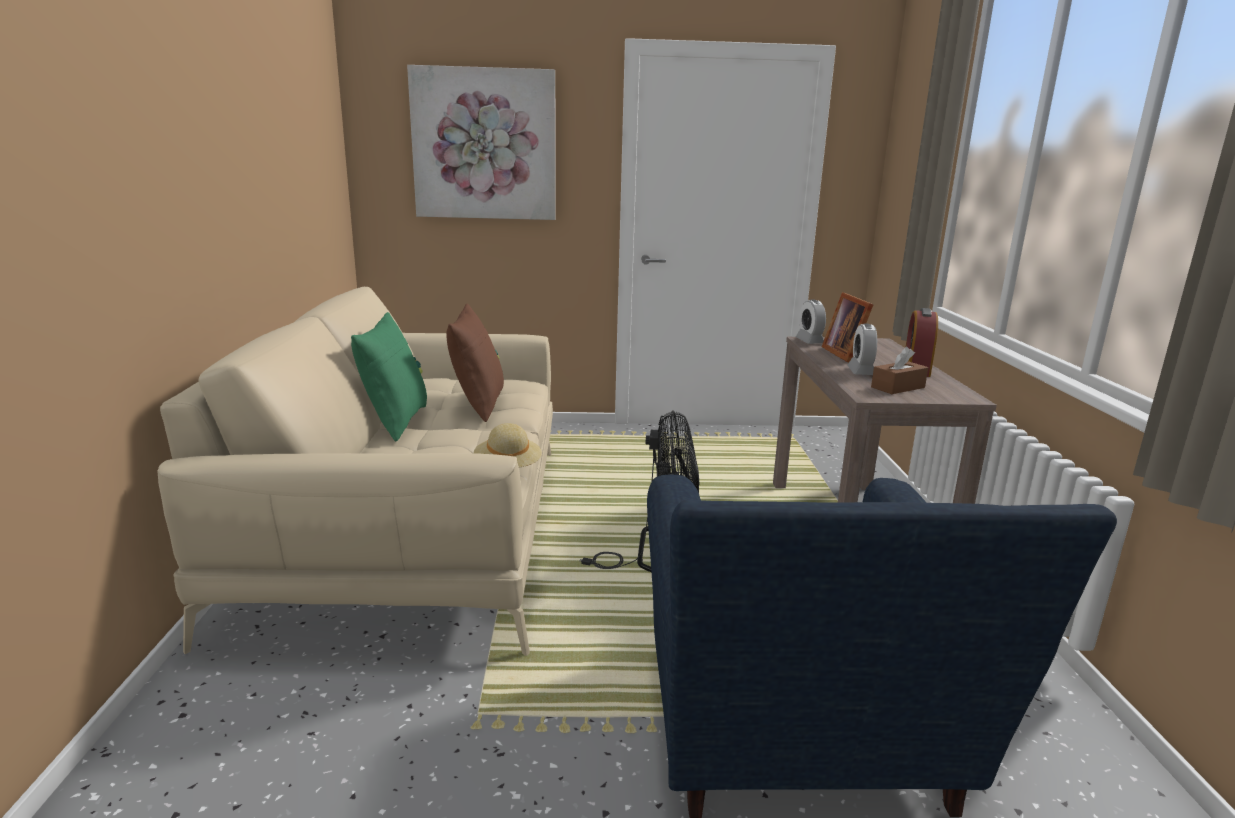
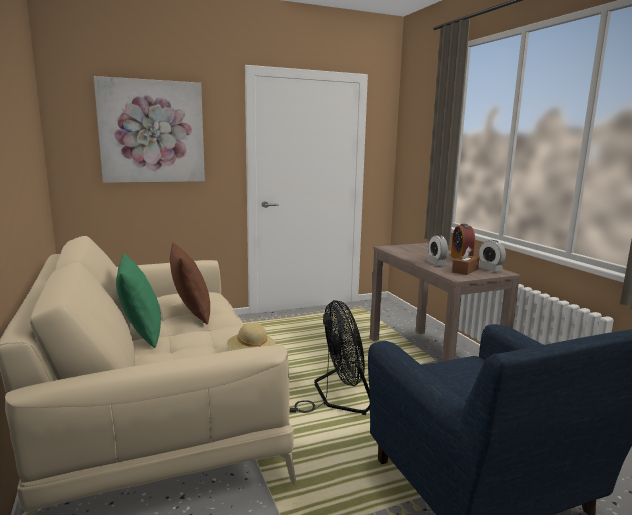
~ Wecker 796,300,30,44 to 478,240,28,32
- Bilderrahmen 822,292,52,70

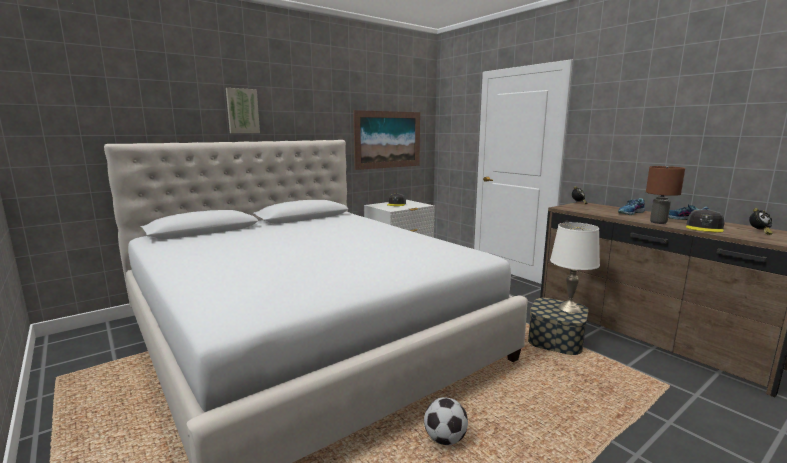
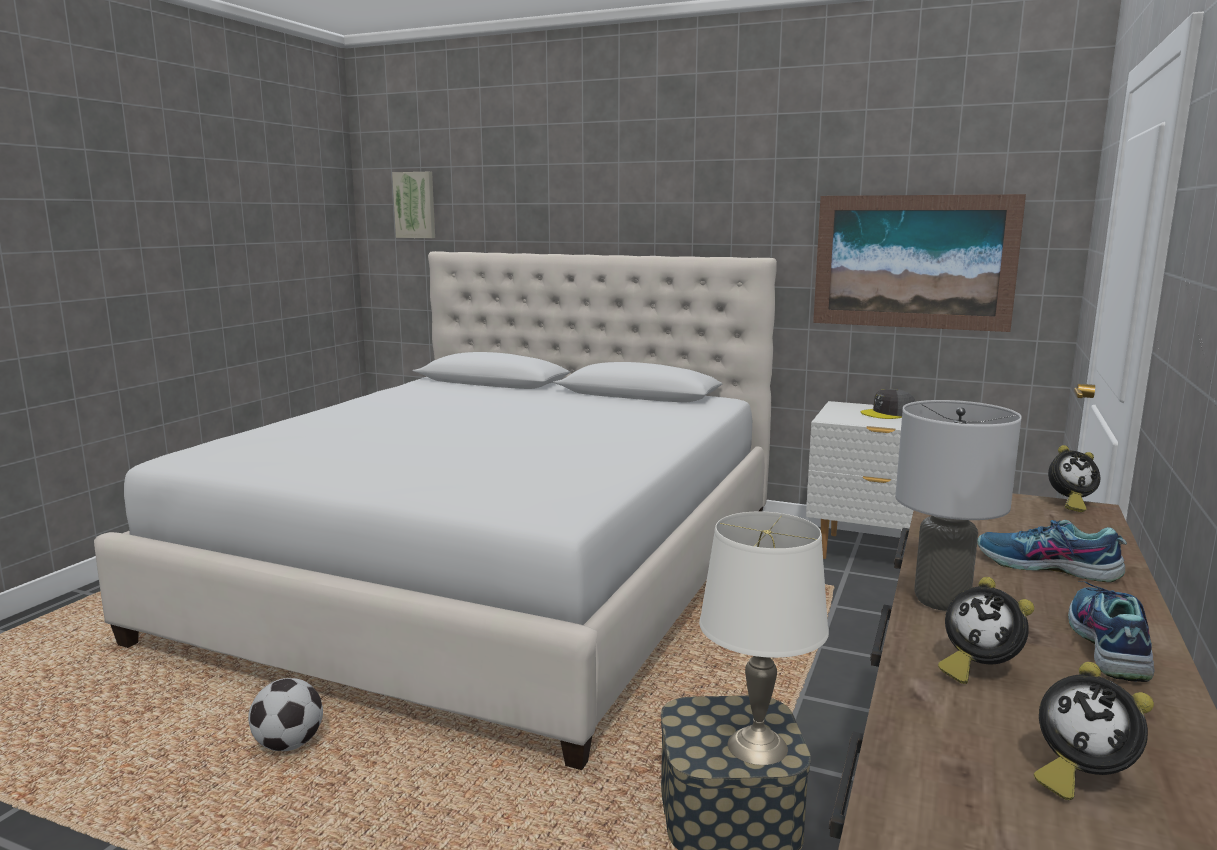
~ Bild 226,88,34,45 to 392,172,43,66
~ Tischlampe [braun] 646,166,39,58 to Tischlampe [weiß] 895,400,127,211
~ Kappe [grau] 686,209,38,24 to Wecker 938,577,96,107

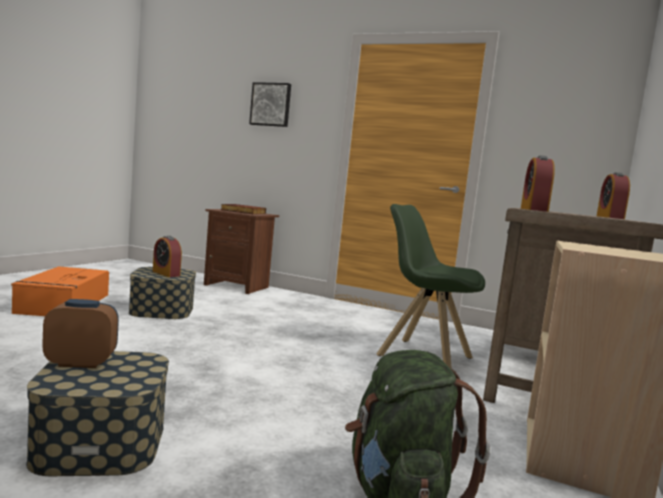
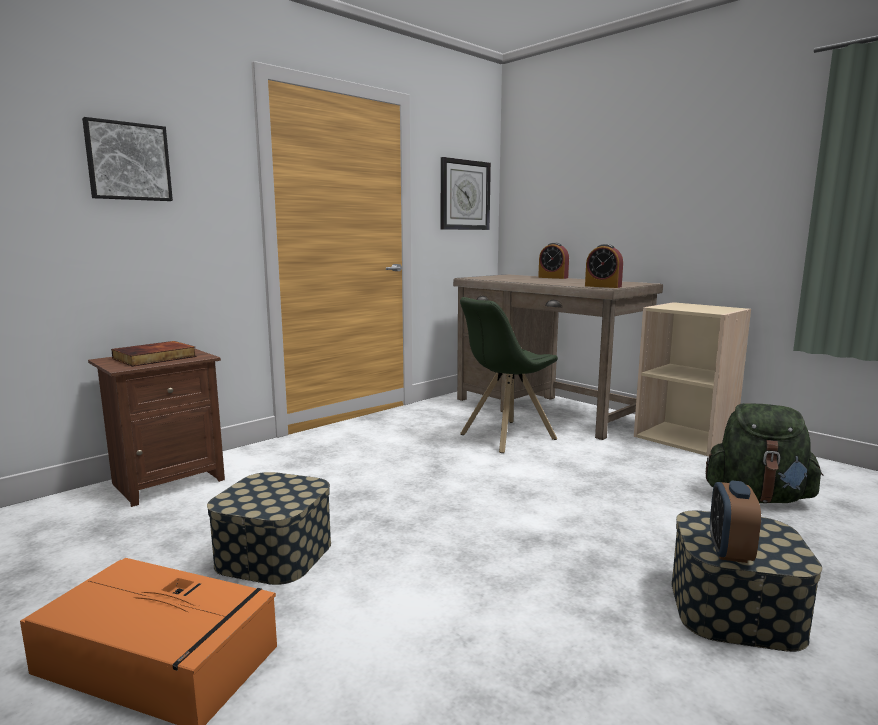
+ Wanduhr 441,157,50,73
- Wecker 153,236,29,41

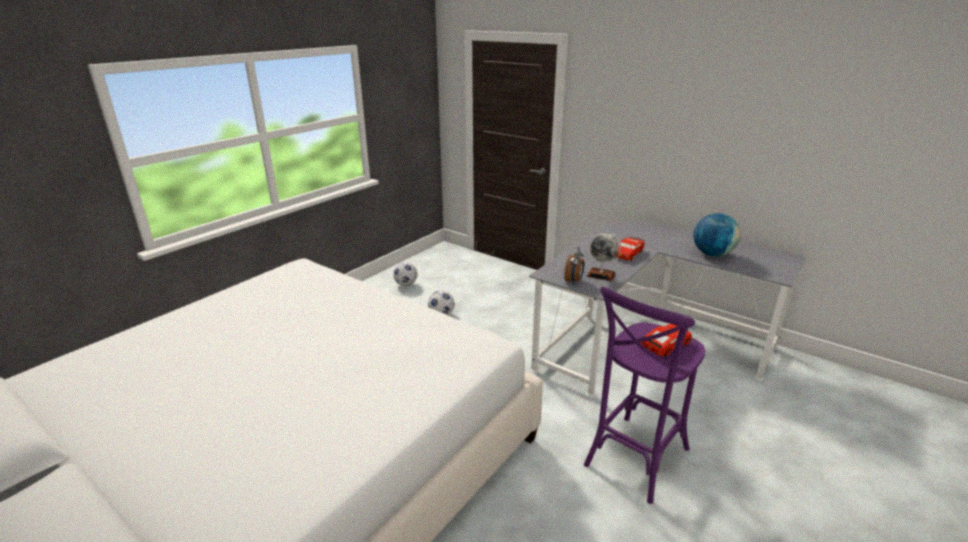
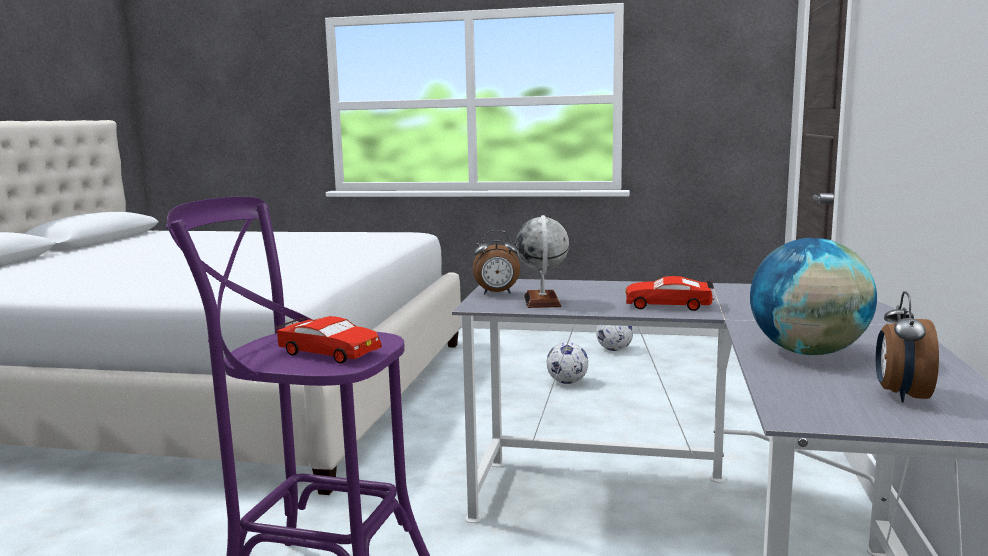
+ Wecker 876,291,63,112

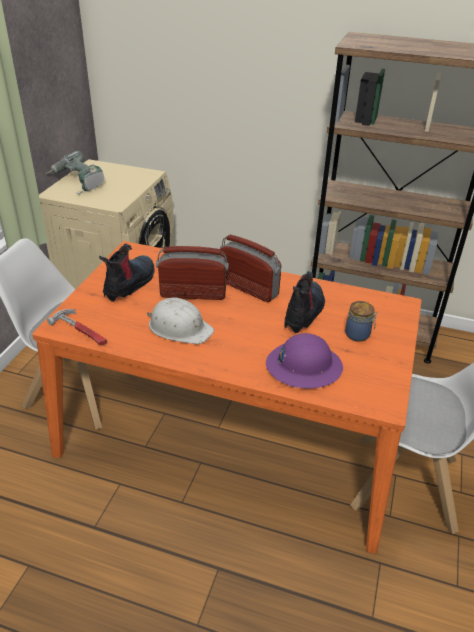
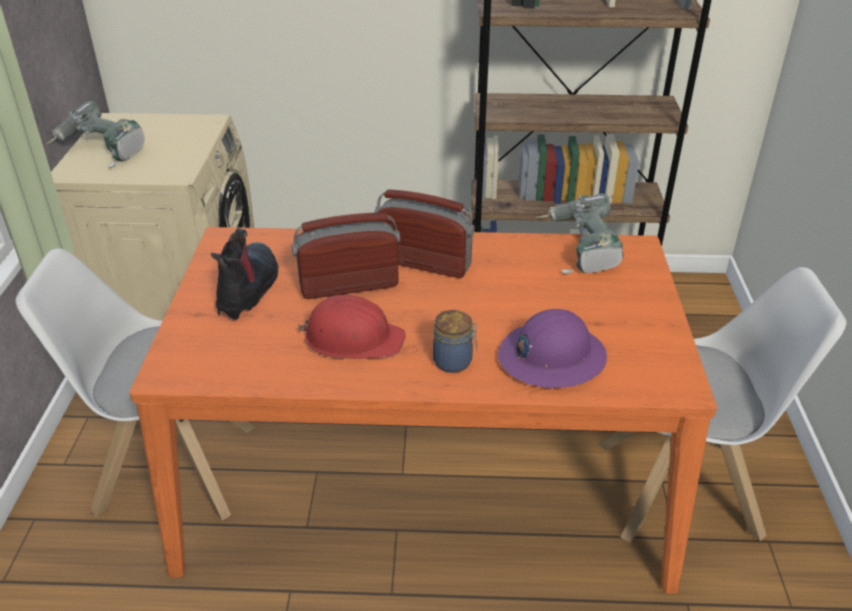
~ Schutzhelm [weiß] 147,297,67,47 to Schutzhelm [rot] 298,295,108,64
~ Vorratsglas 345,301,32,41 to 433,310,44,63
+ Bohrmaschine 536,193,88,81
- Hammer 47,309,60,36
- Stiefel 284,271,41,62

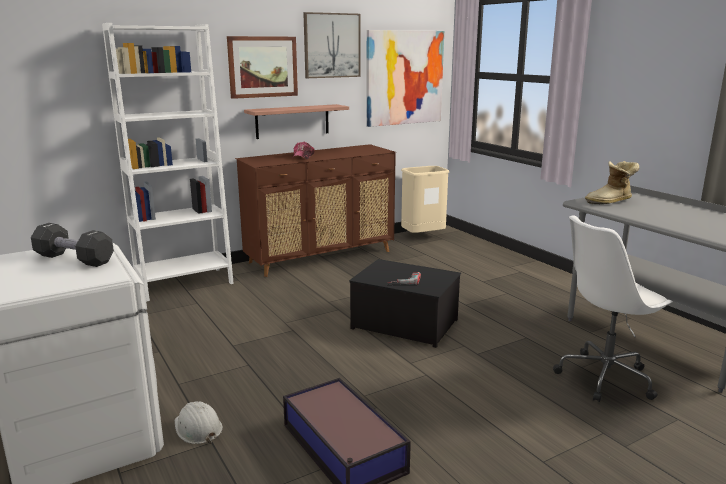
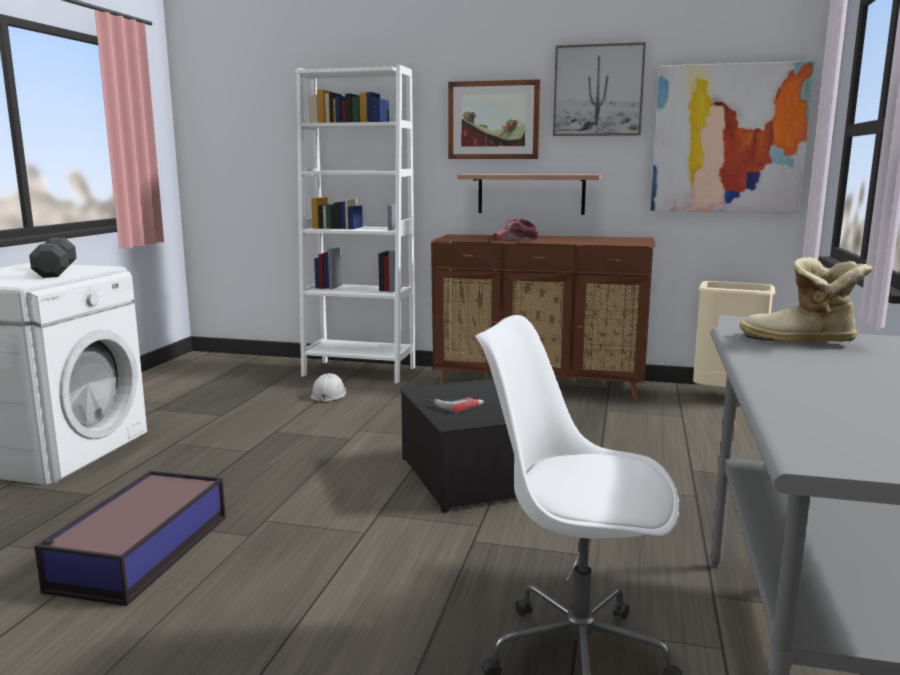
~ Schutzhelm [weiß] 175,401,48,43 to 311,373,35,30

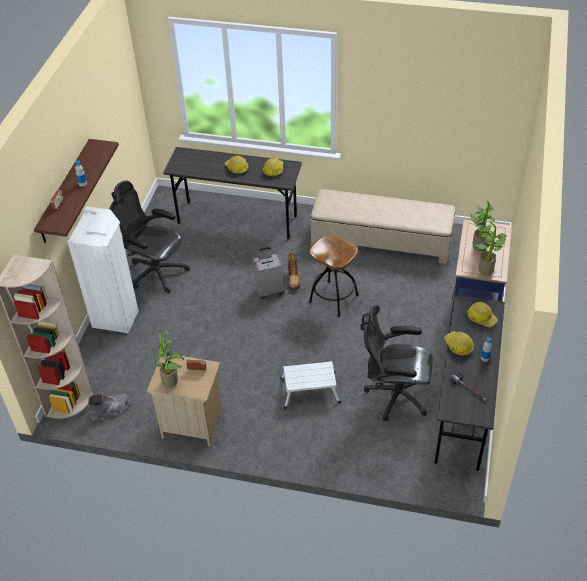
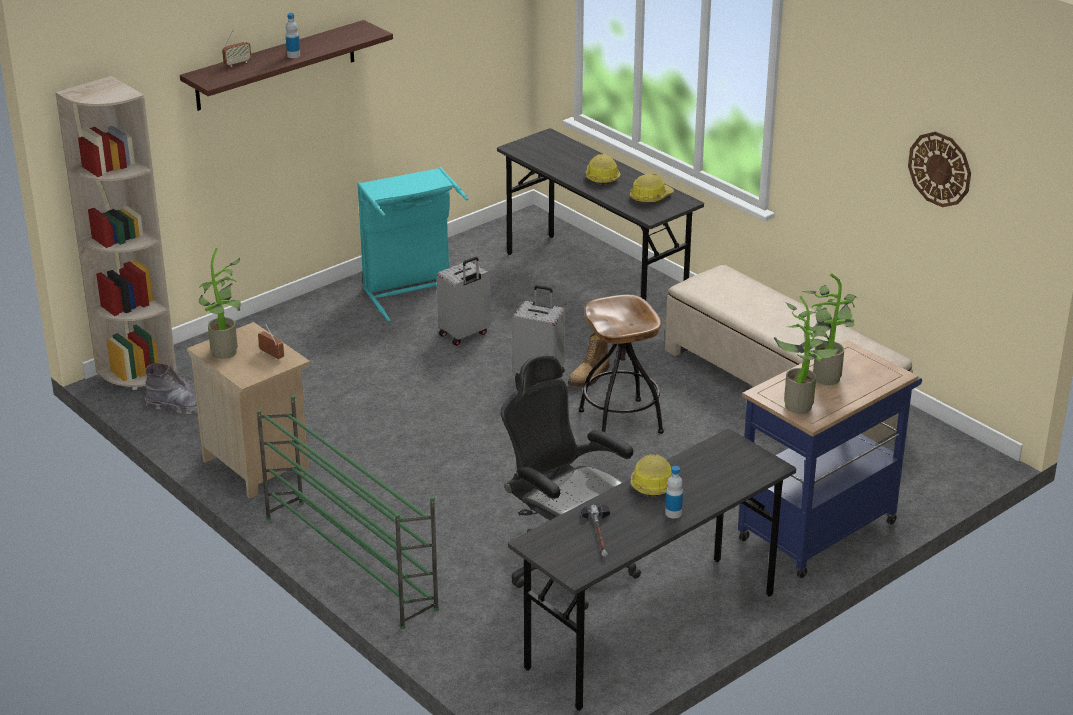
+ Schuhregal [grün] 257,395,182,234
~ Bürostuhl 109,181,81,112 to Wäschekorb [türkis] 357,167,111,154
+ Koffer [grau] 437,257,54,89
+ Wanduhr 908,131,63,76
- Schrank [weiß] 68,206,70,127
- Trittleiter [weiß] 280,361,61,49
- Schutzhelm 467,302,31,25

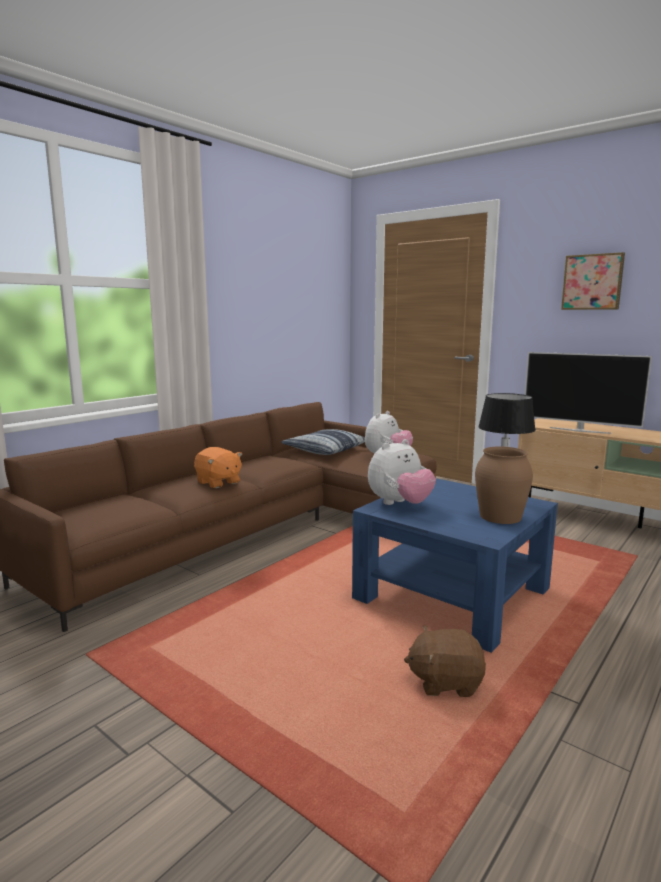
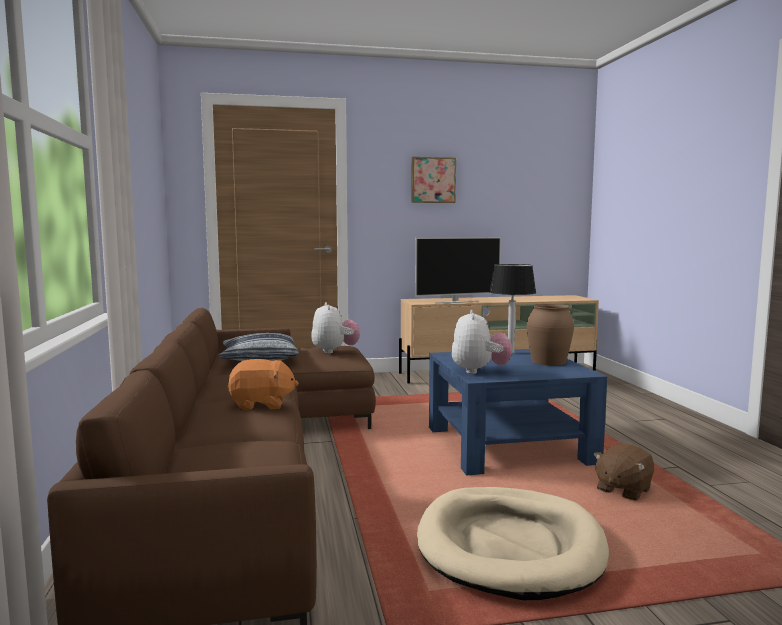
+ Hundebett [beige] 417,487,192,113

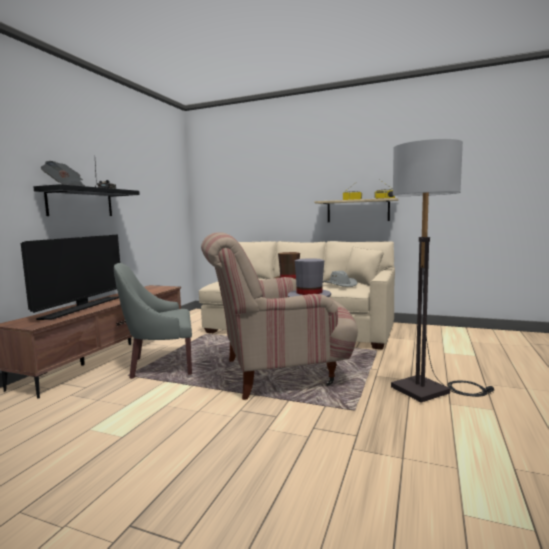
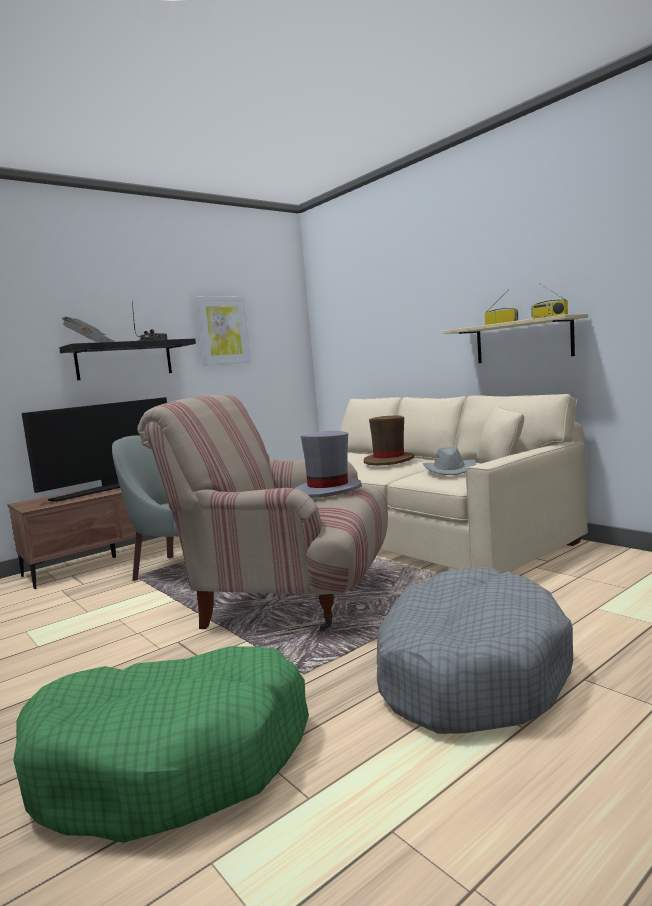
+ Hundebett [grün] 13,646,296,197
+ Bild 195,297,56,69
~ Stehlampe 391,138,103,265 to Hundebett [grau] 377,567,196,167

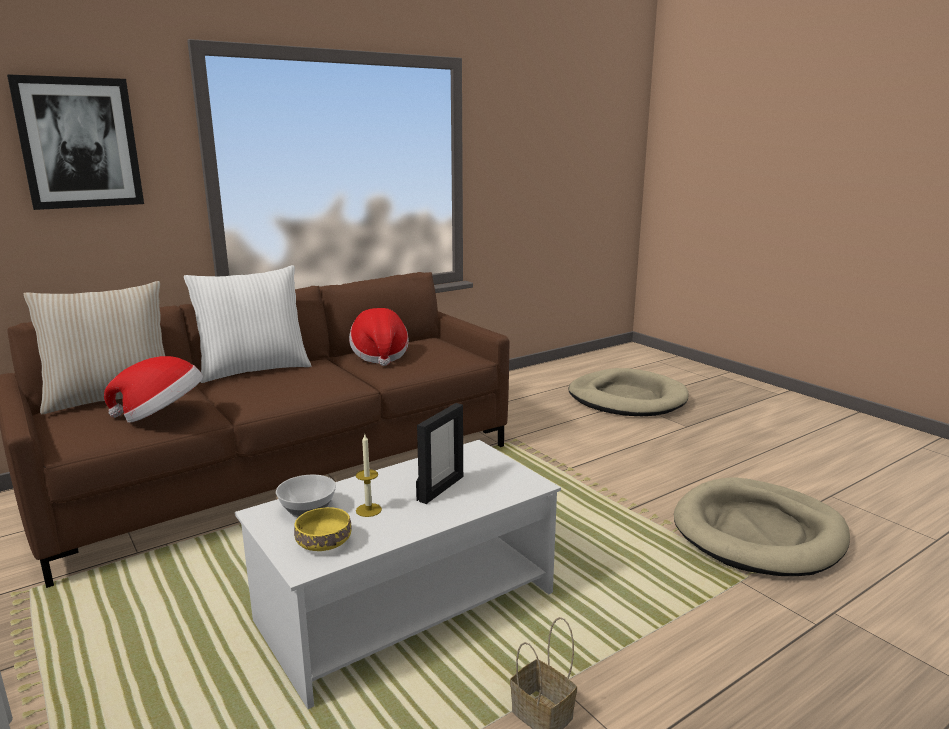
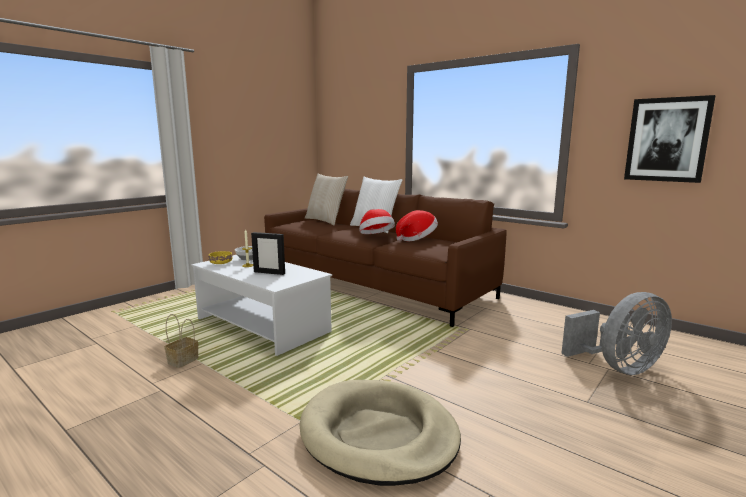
~ Hut 104,356,99,67 to 359,209,36,25
~ Hundebett [beige] 568,368,121,48 to Ventilator [grau] 561,292,111,83
~ Bild 7,74,137,136 to 624,95,92,88

